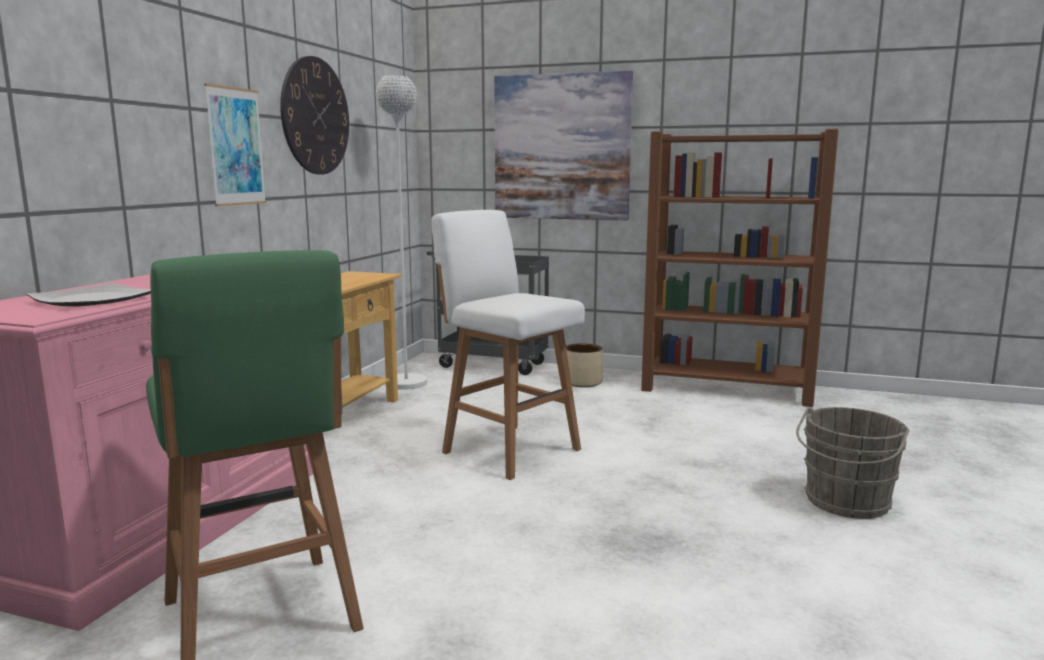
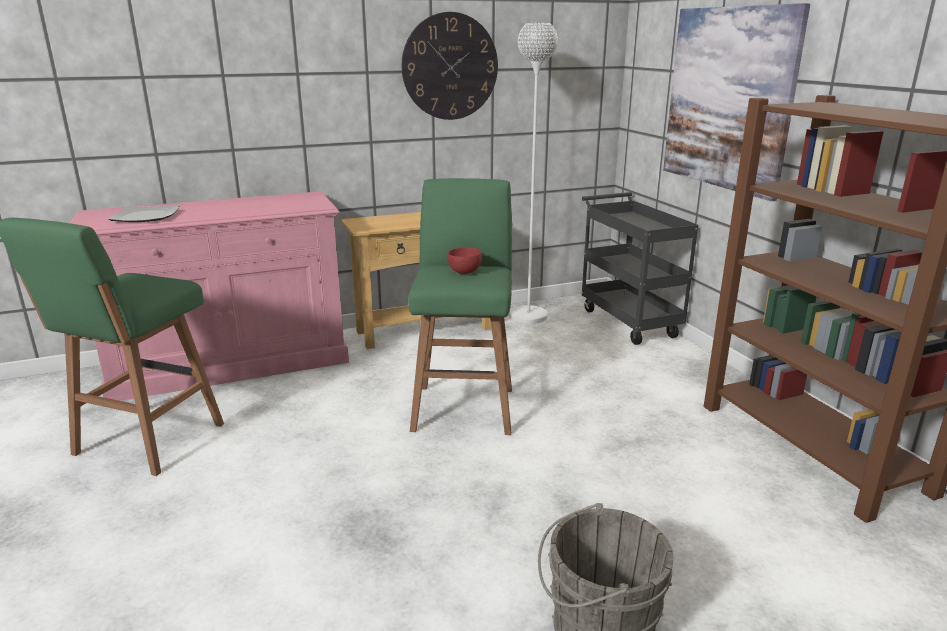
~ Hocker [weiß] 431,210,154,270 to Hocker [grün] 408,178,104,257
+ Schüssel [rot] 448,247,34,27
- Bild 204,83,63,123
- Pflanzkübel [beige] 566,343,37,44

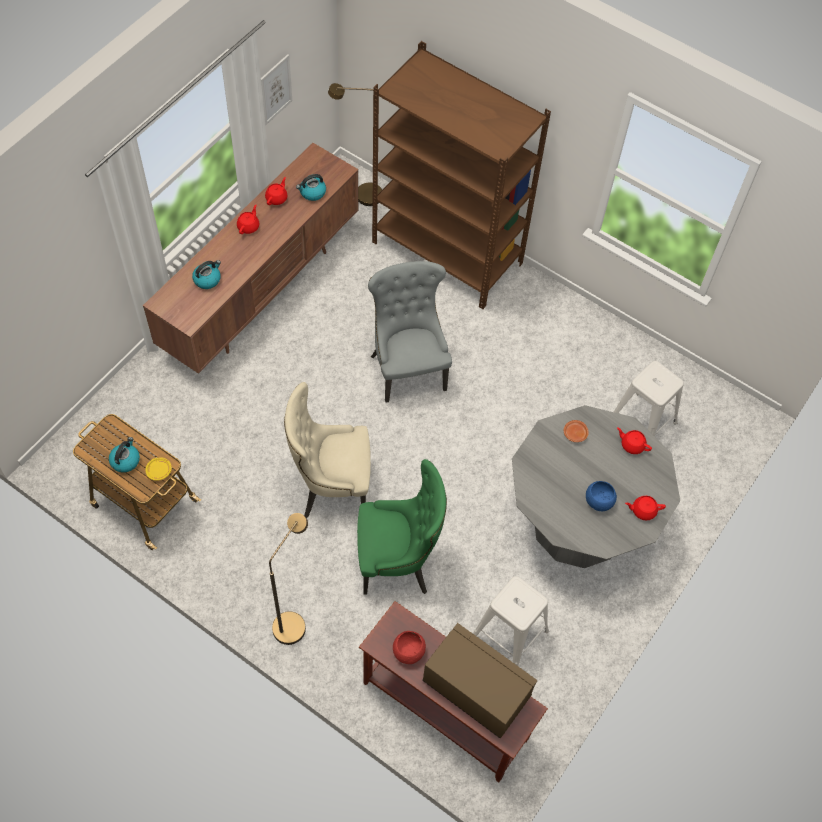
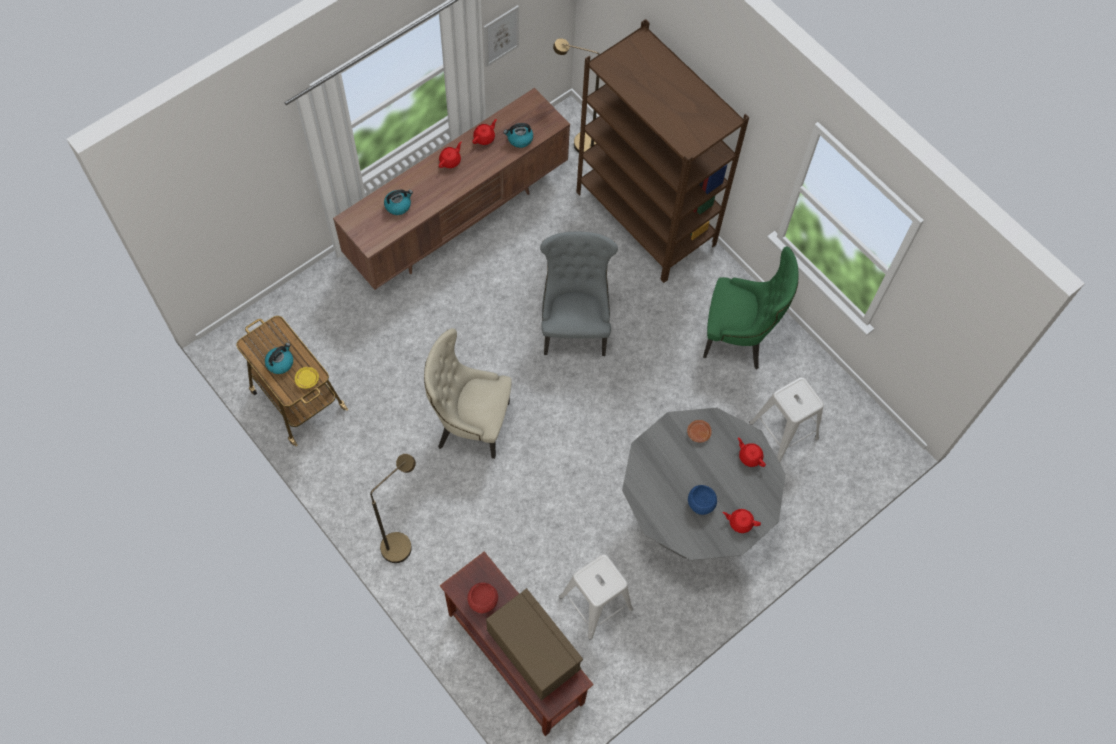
~ Stuhl [grün] 357,459,90,135 to 703,247,96,123

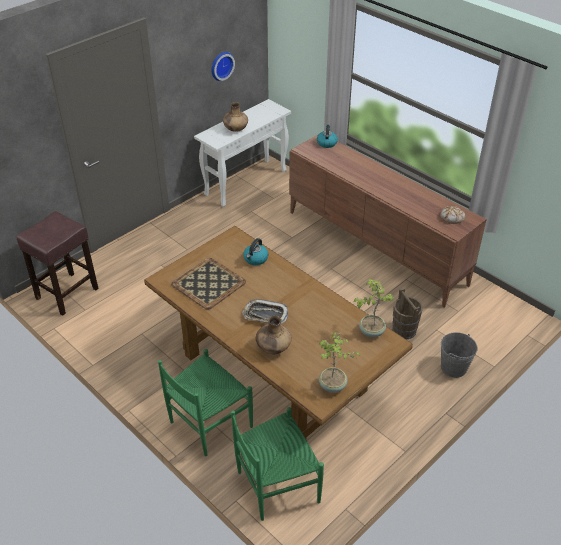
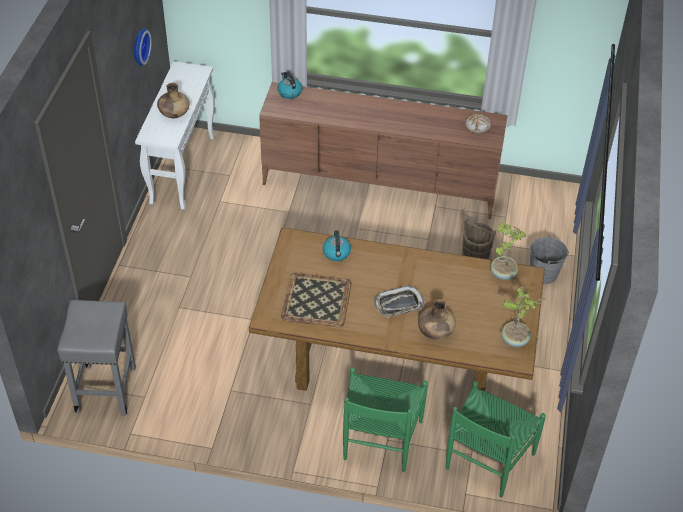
~ Hocker [braun] 17,211,82,104 to Hocker [grau] 58,300,78,115

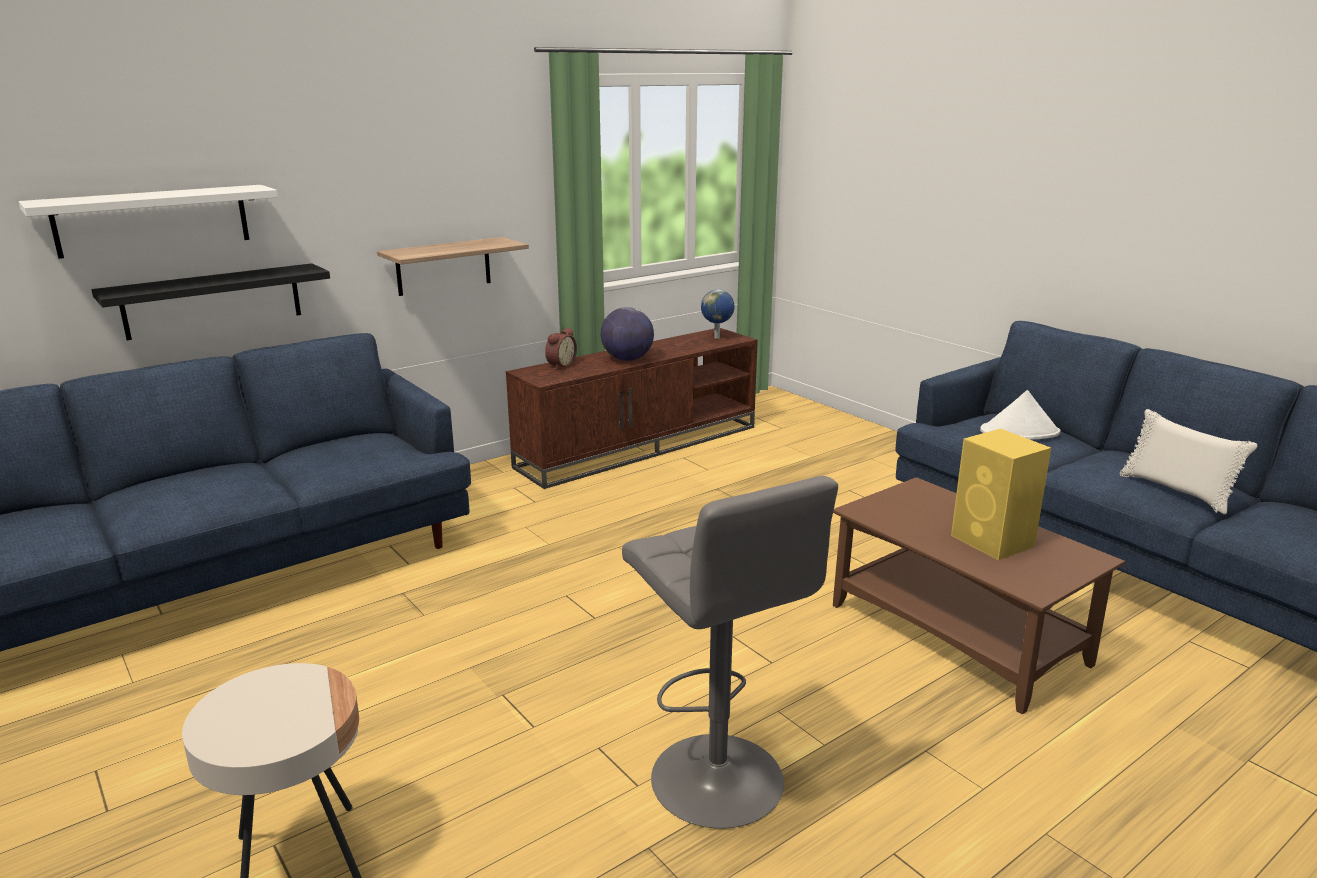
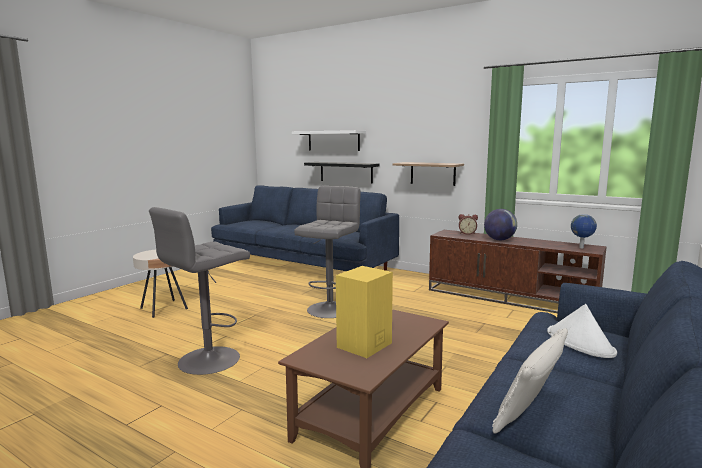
+ Hocker [grau] 294,186,67,132

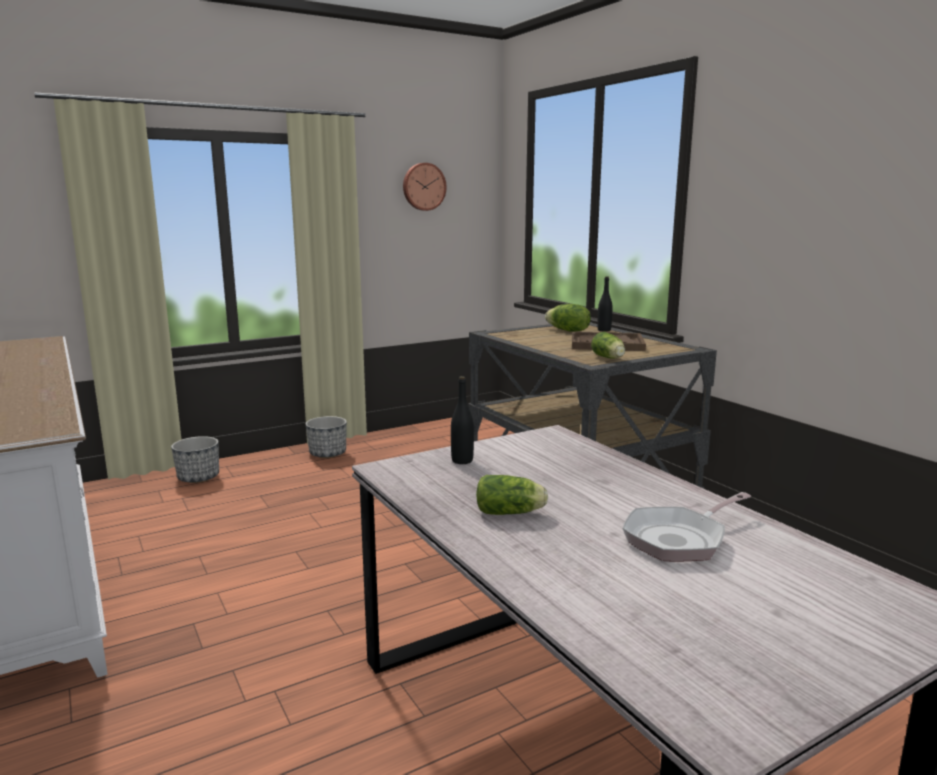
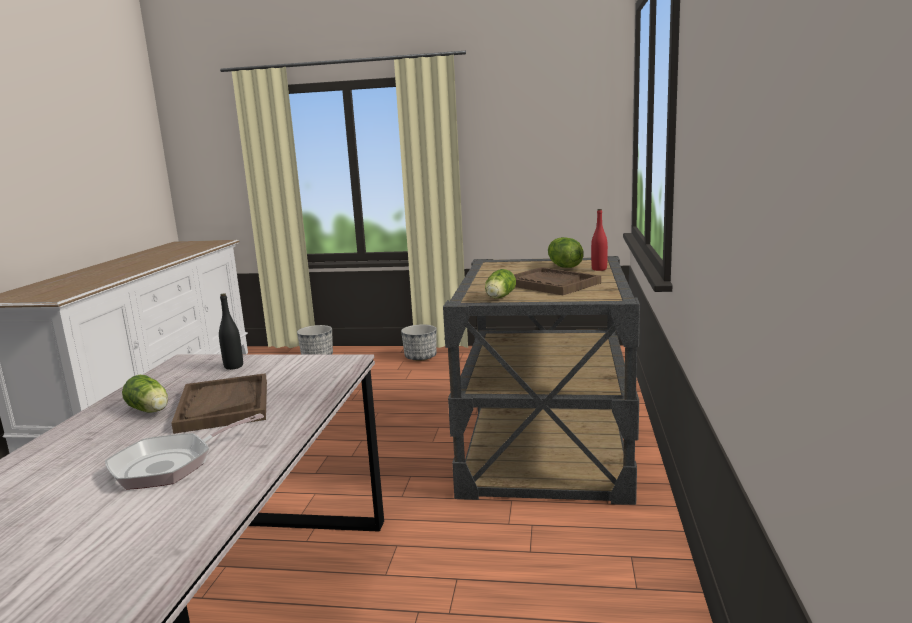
~ Pfanne 622,492,129,70 = 105,413,159,77 45 degrees counterclockwise
+ Tablett [braun] 171,373,96,61
~ Flasche [schwarz] 597,276,16,56 to Flasche [rot] 591,209,17,62
- Wanduhr 403,163,44,48

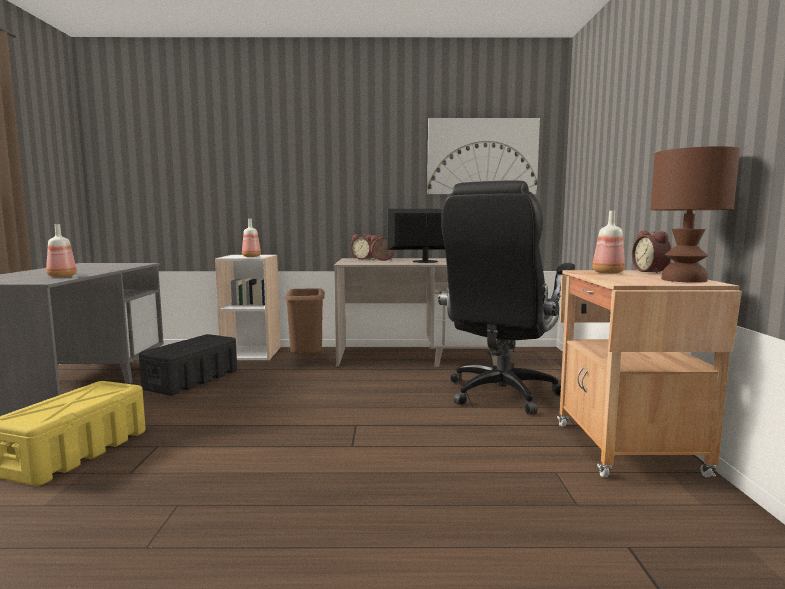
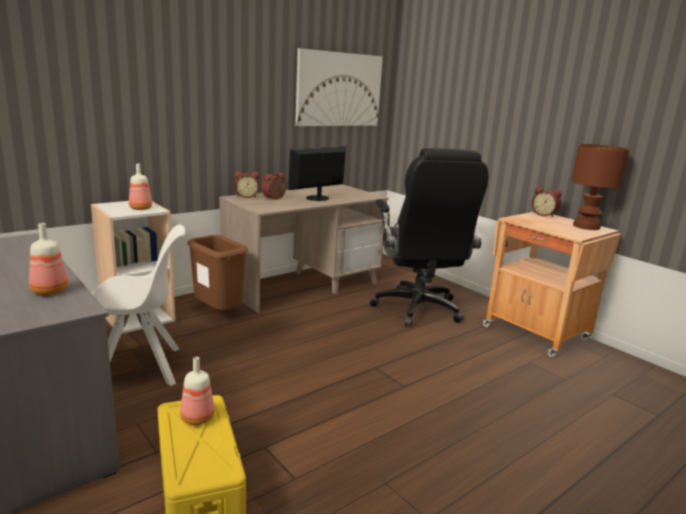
~ Aufbewahrungsbox [schwarz] 139,334,98,62 to Stuhl [weiß] 92,225,93,161
~ Flasche 592,211,33,63 to 180,357,35,68

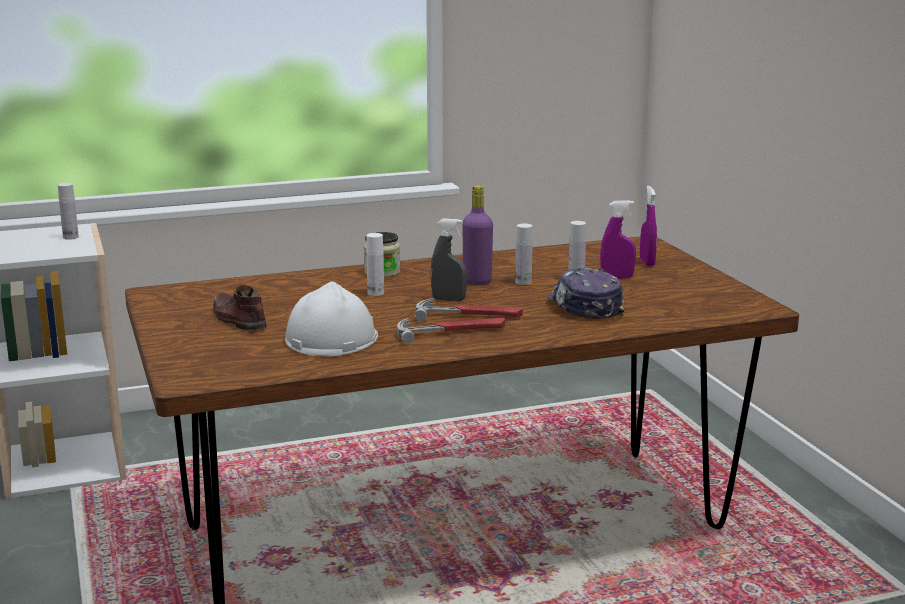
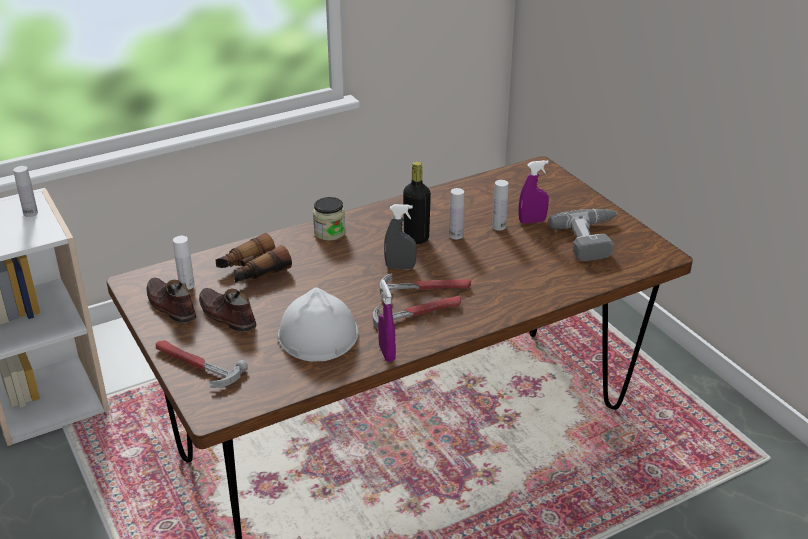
+ Schuh [braun] 146,278,50,45
+ Hammer 156,340,92,48
~ Flasche [weiß] 366,233,18,63 to 173,236,22,53
+ Fernglas 216,233,76,50
~ Sprühflasche [lila] 640,186,17,80 to 378,280,18,82
~ Flasche [lila] 462,185,31,100 to Flasche [schwarz] 403,161,28,83
+ Bohrmaschine 549,209,69,52
- Kappe 547,268,78,51

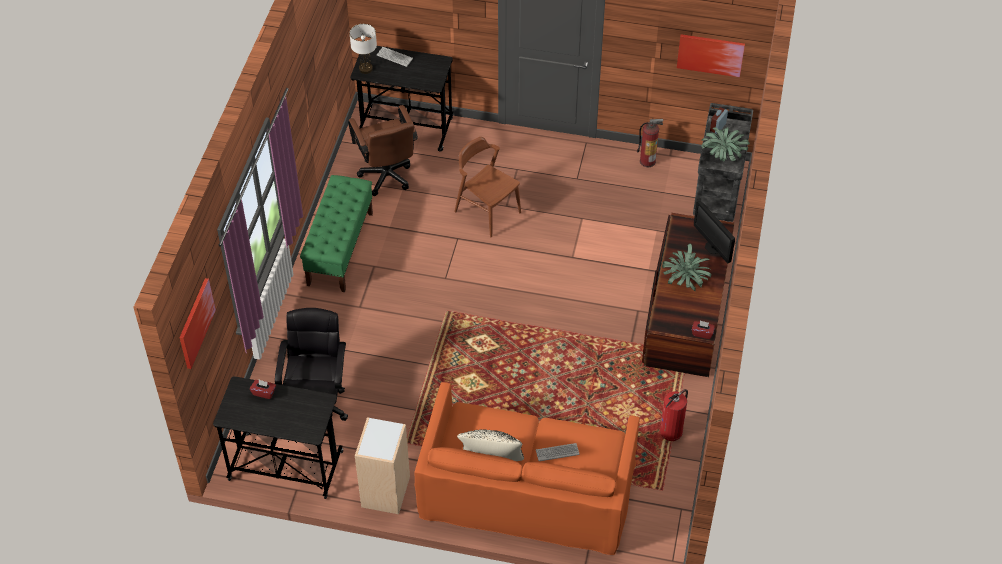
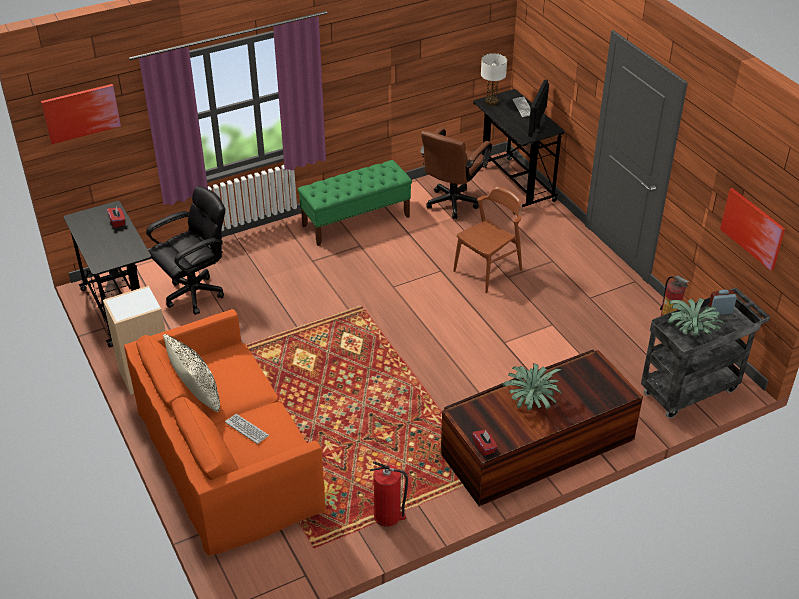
~ Stuhl [braun] 454,137,67,101 = 453,186,69,107 45 degrees clockwise
~ Monitor 694,201,41,62 to 528,79,21,58

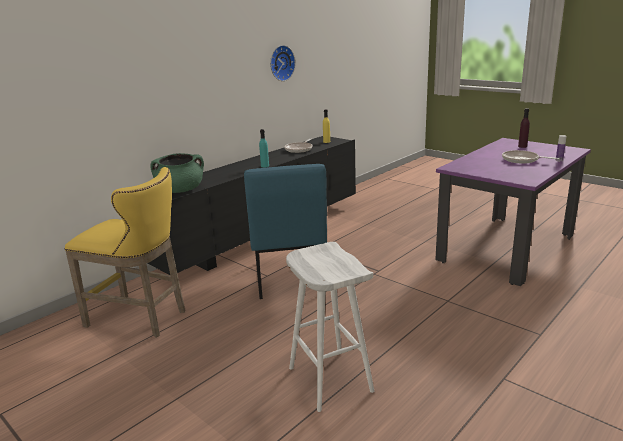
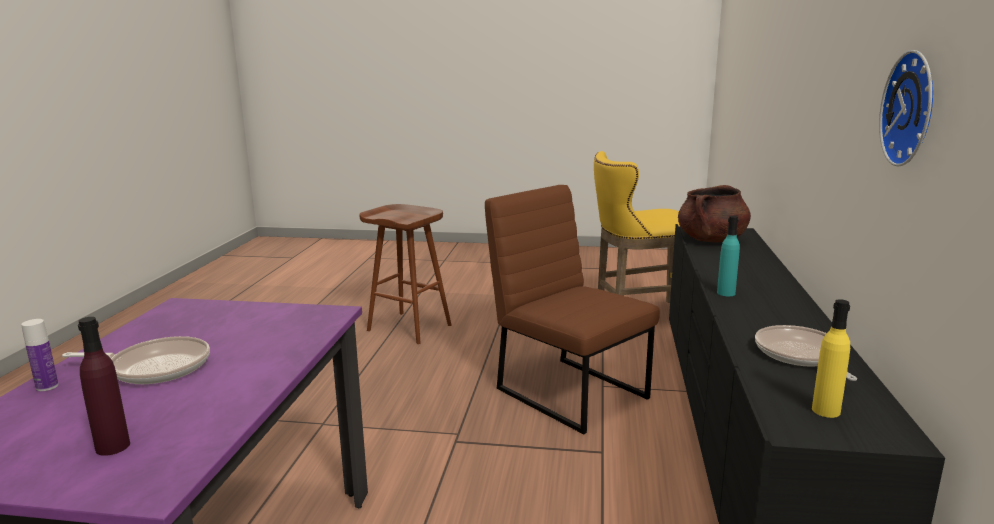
~ Hocker [weiß] 286,242,88,170 to Hocker [braun] 359,204,93,140
~ Stuhl [blau] 244,164,83,135 to Stuhl [braun] 485,185,175,249
~ Kochtopf [grün] 150,153,54,40 to Kochtopf [braun] 678,185,73,58

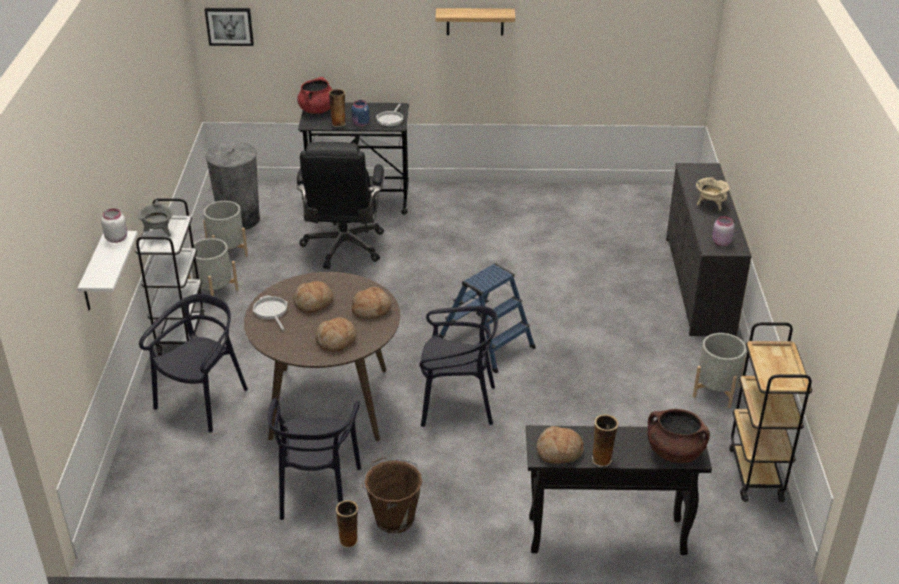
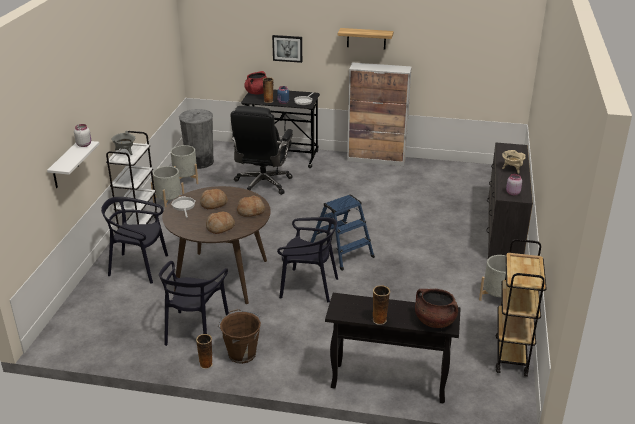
~ Stuhl [schwarz] 139,294,109,139 = 101,197,67,87 120 degrees counterclockwise
~ Bild 205,8,49,38 to 272,35,30,28
+ Schrank 347,63,65,103
- Brot 537,426,46,38

